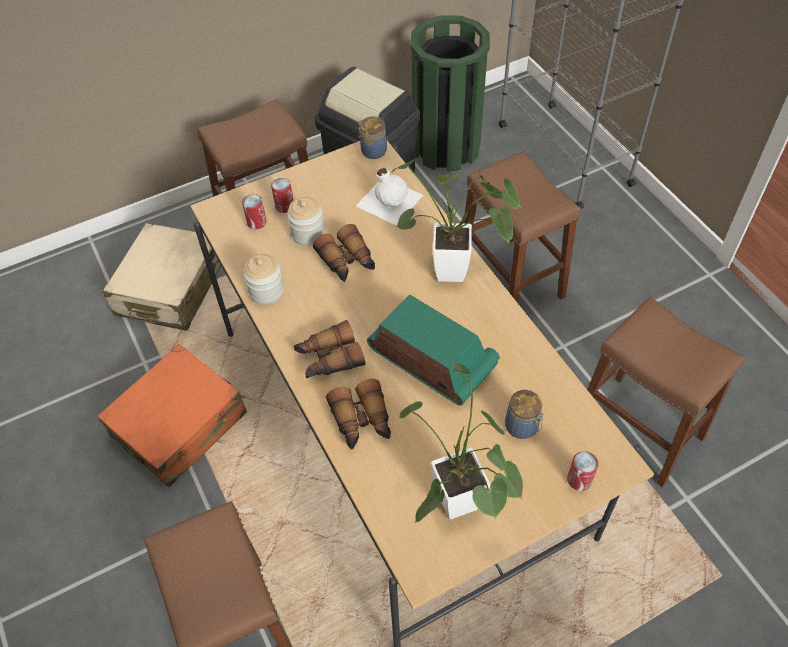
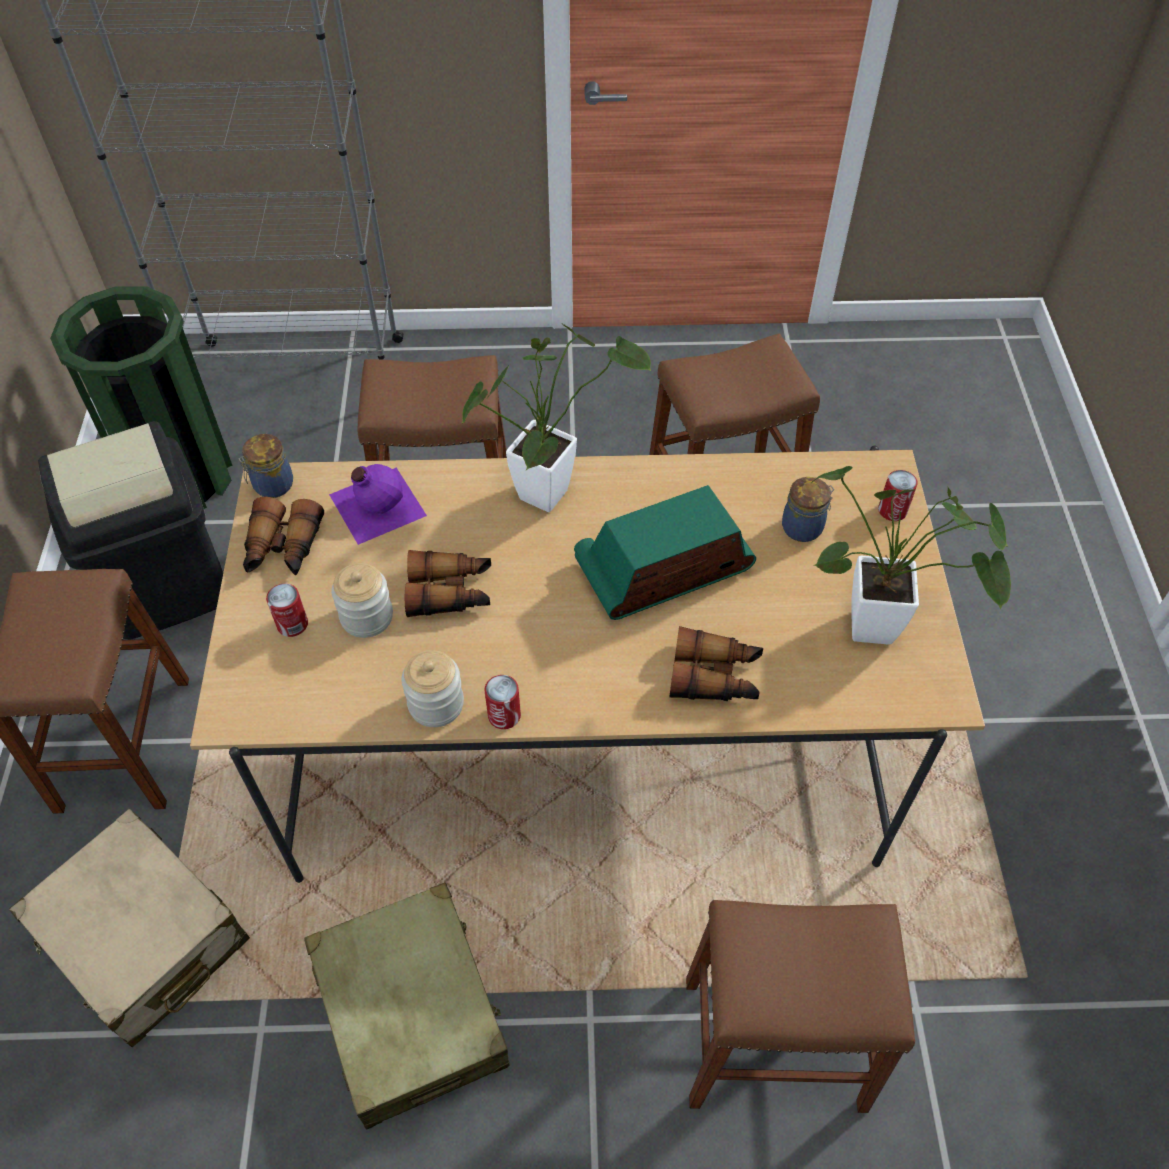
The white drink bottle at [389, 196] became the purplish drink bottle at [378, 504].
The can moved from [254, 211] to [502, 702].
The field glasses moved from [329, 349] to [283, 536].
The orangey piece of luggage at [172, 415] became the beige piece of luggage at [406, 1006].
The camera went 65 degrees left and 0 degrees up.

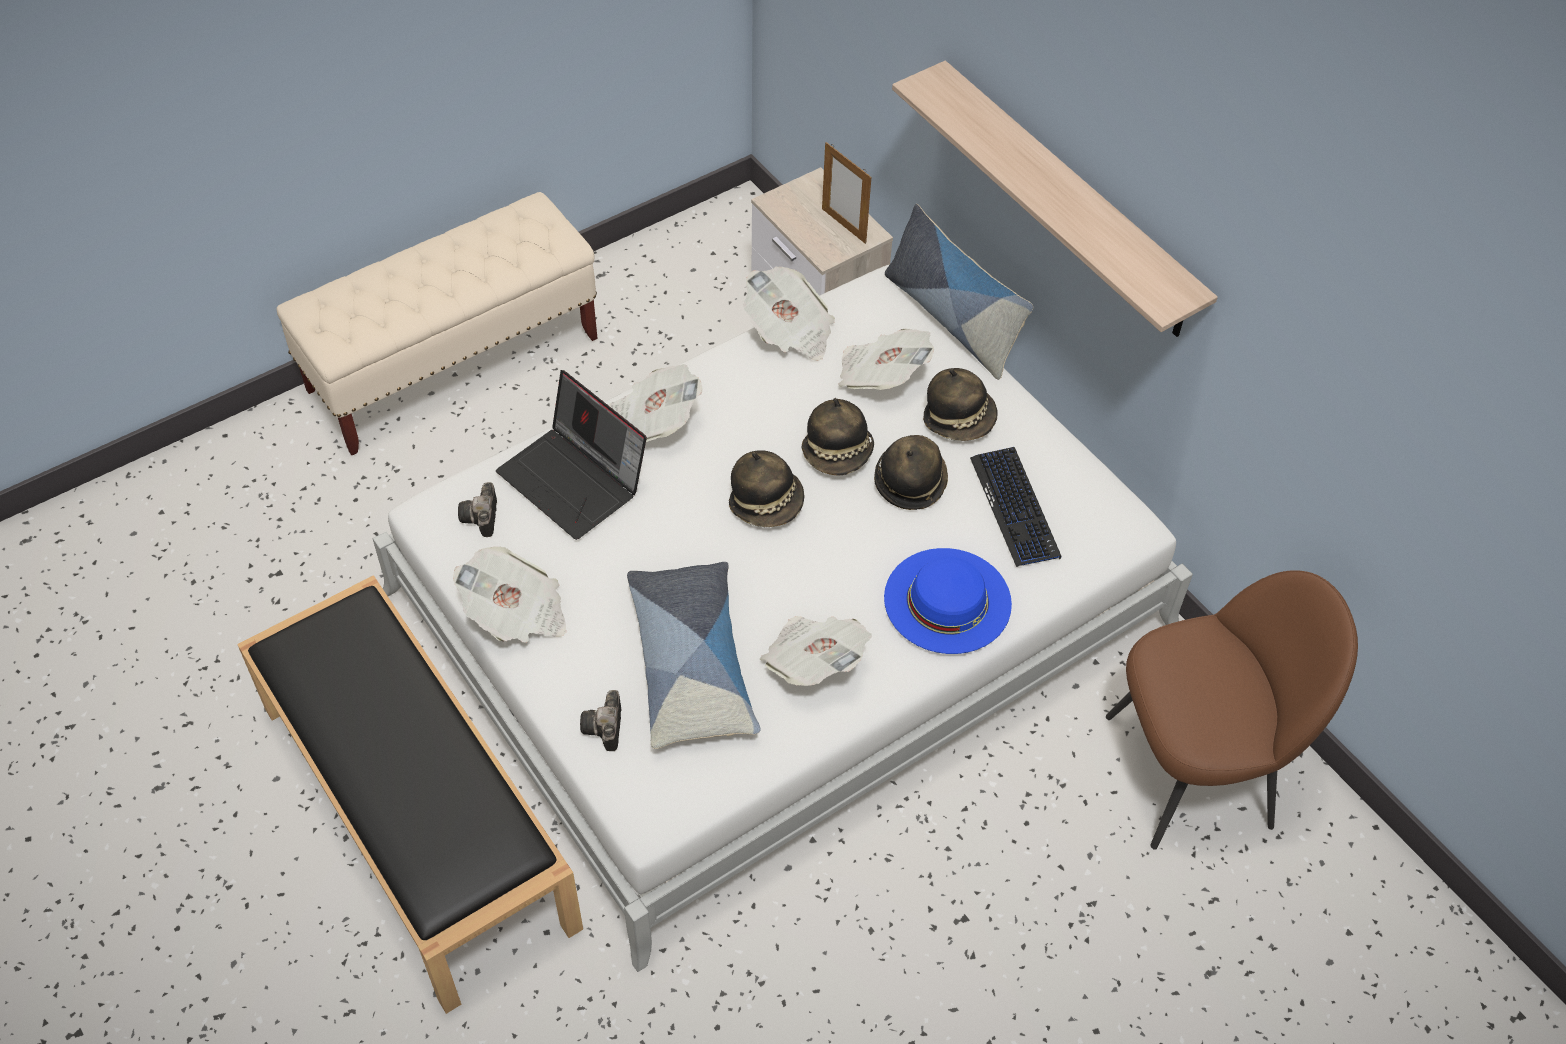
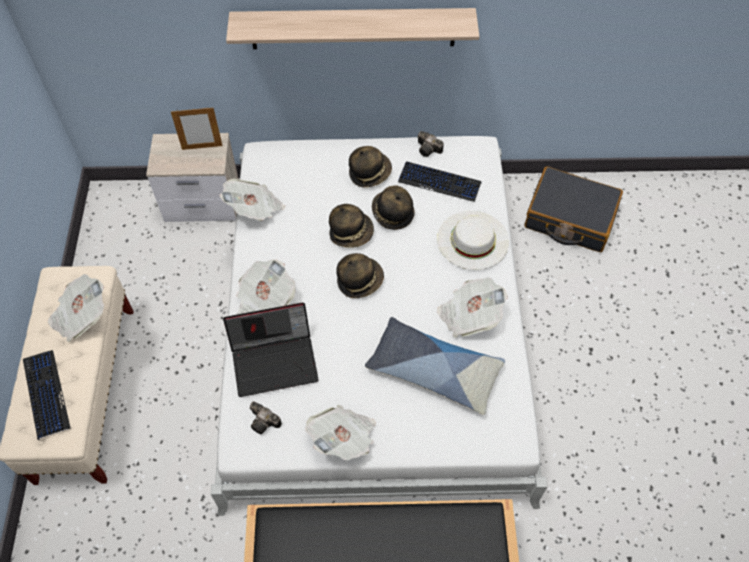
The pillow at [959, 292] disappeared.
The printed paper moved from [886, 359] to [76, 308].
The bluish hat at [948, 601] became the white hat at [473, 240].
The brown-coloured upright chair at [1232, 710] was replaced by the blackish piece of luggage at [573, 209].
The photo camera moved from [601, 720] to [431, 144].
The PC keyboard at [47, 395] appeared.
The camera went 55 degrees left and 5 degrees up.

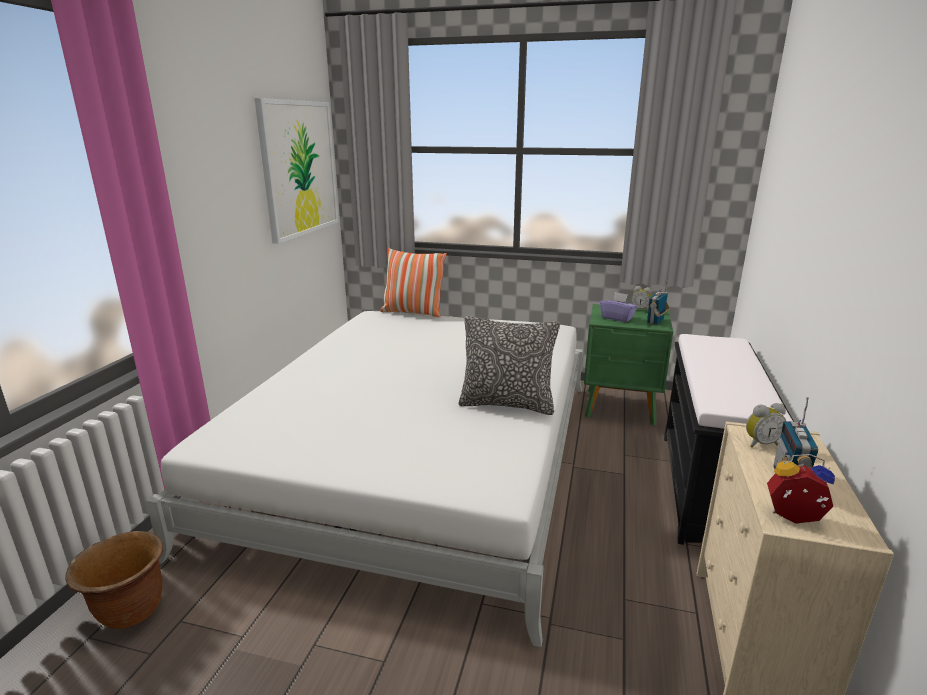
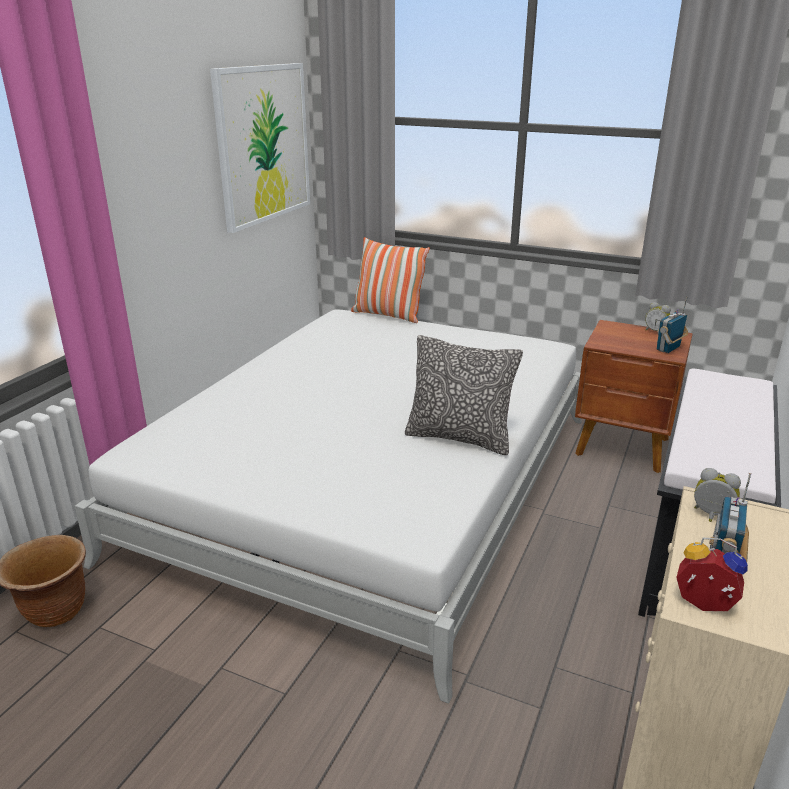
The purplish tissue holder at [618, 307] disappeared.
The green-coloured bedside table at [628, 364] became the brown-coloured bedside table at [634, 396].
The bedside clock at [766, 425] turned 150 degrees counterclockwise.
The camera went 10 degrees right and 5 degrees up.

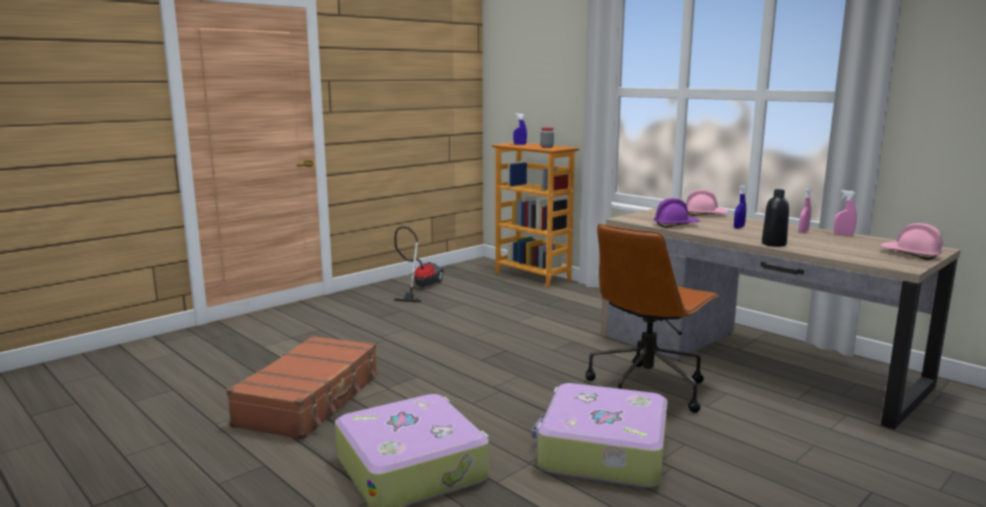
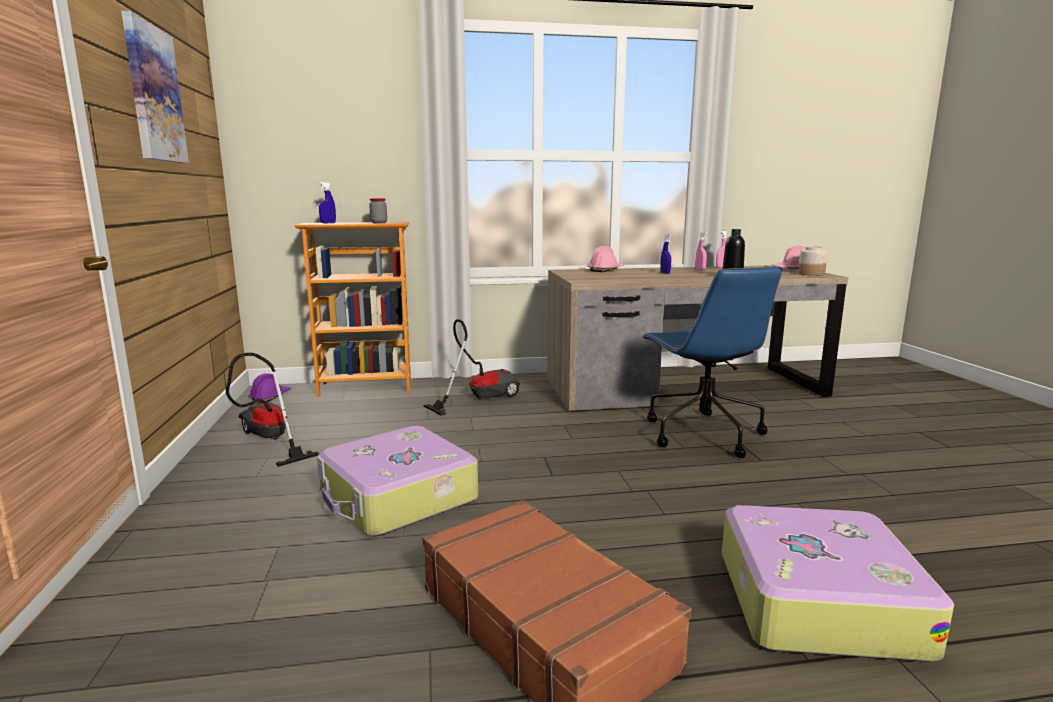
The purplish work helmet moved from [676, 213] to [269, 387].
The brown-coloured computer chair at [652, 318] became the bluish computer chair at [711, 362].
The piece of luggage moved from [600, 435] to [397, 481].
The wall picture at [155, 87] appeared.
The jar at [813, 261] appeared.
The hoover at [472, 367] appeared.
The camera went 55 degrees left and 0 degrees up.

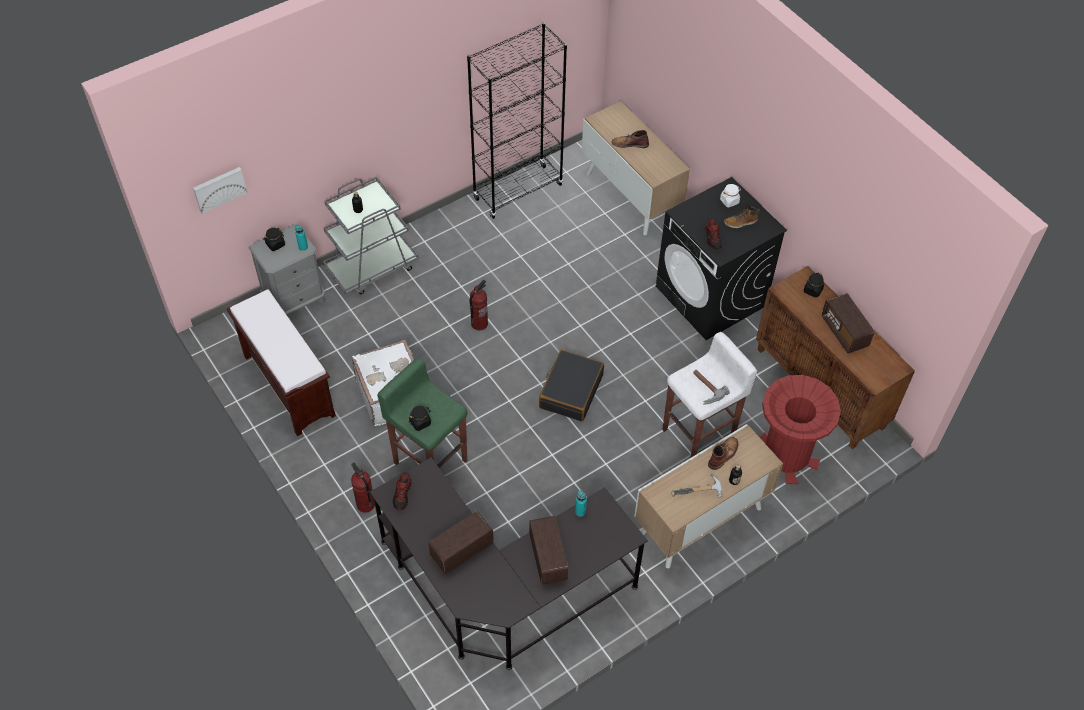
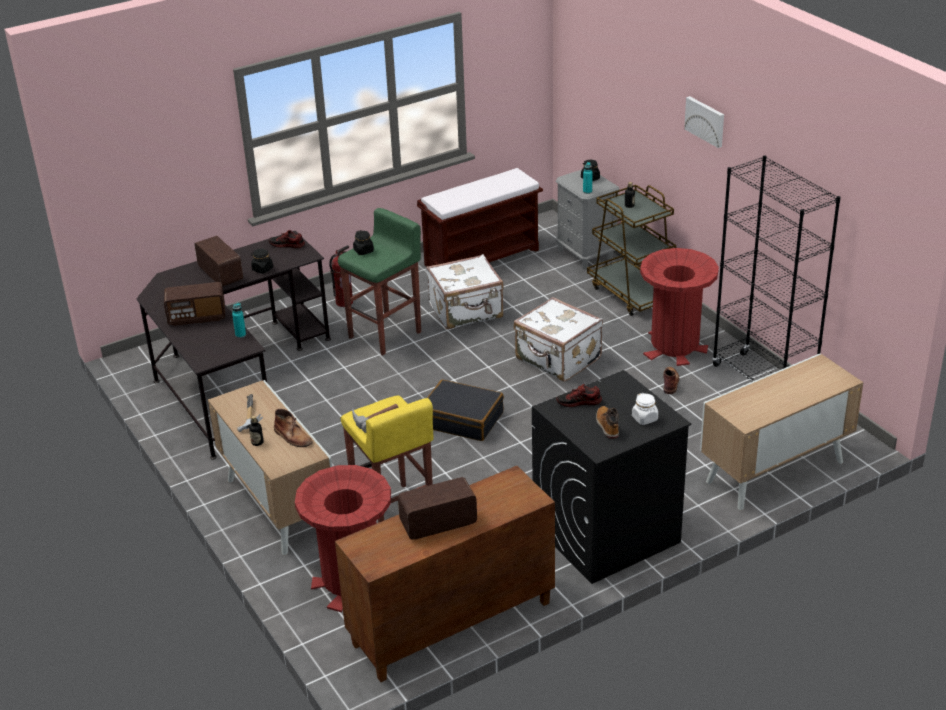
The brown-coloured high-top boot moved from [630, 139] to [671, 380].
The wall picture moved from [220, 190] to [704, 122].
The grey trolley at [370, 235] became the brown-coloured trolley at [631, 250].
The blackish jar moved from [814, 285] to [262, 261].
The extinguisher at [479, 305] was replaced by the white piece of luggage at [558, 339].
The white sitting stool at [709, 395] became the yellowish sitting stool at [387, 459].
The red-coloured waste bin at [679, 307] appeared.
The camera went 95 degrees right and 20 degrees down.

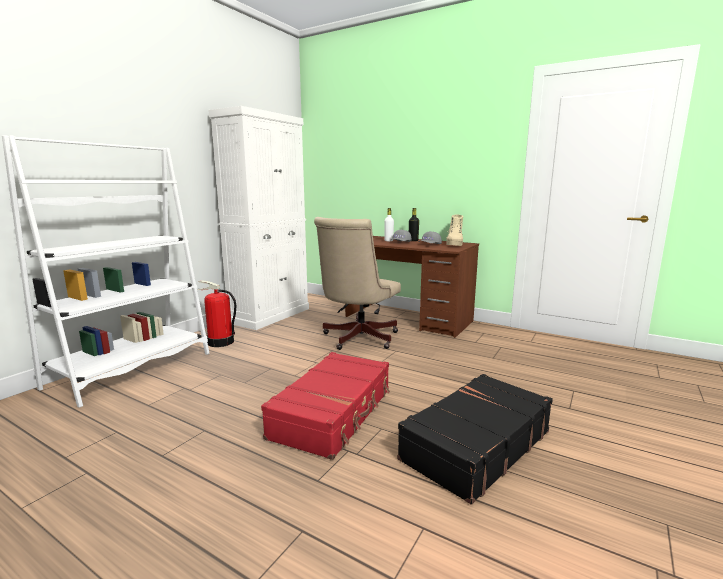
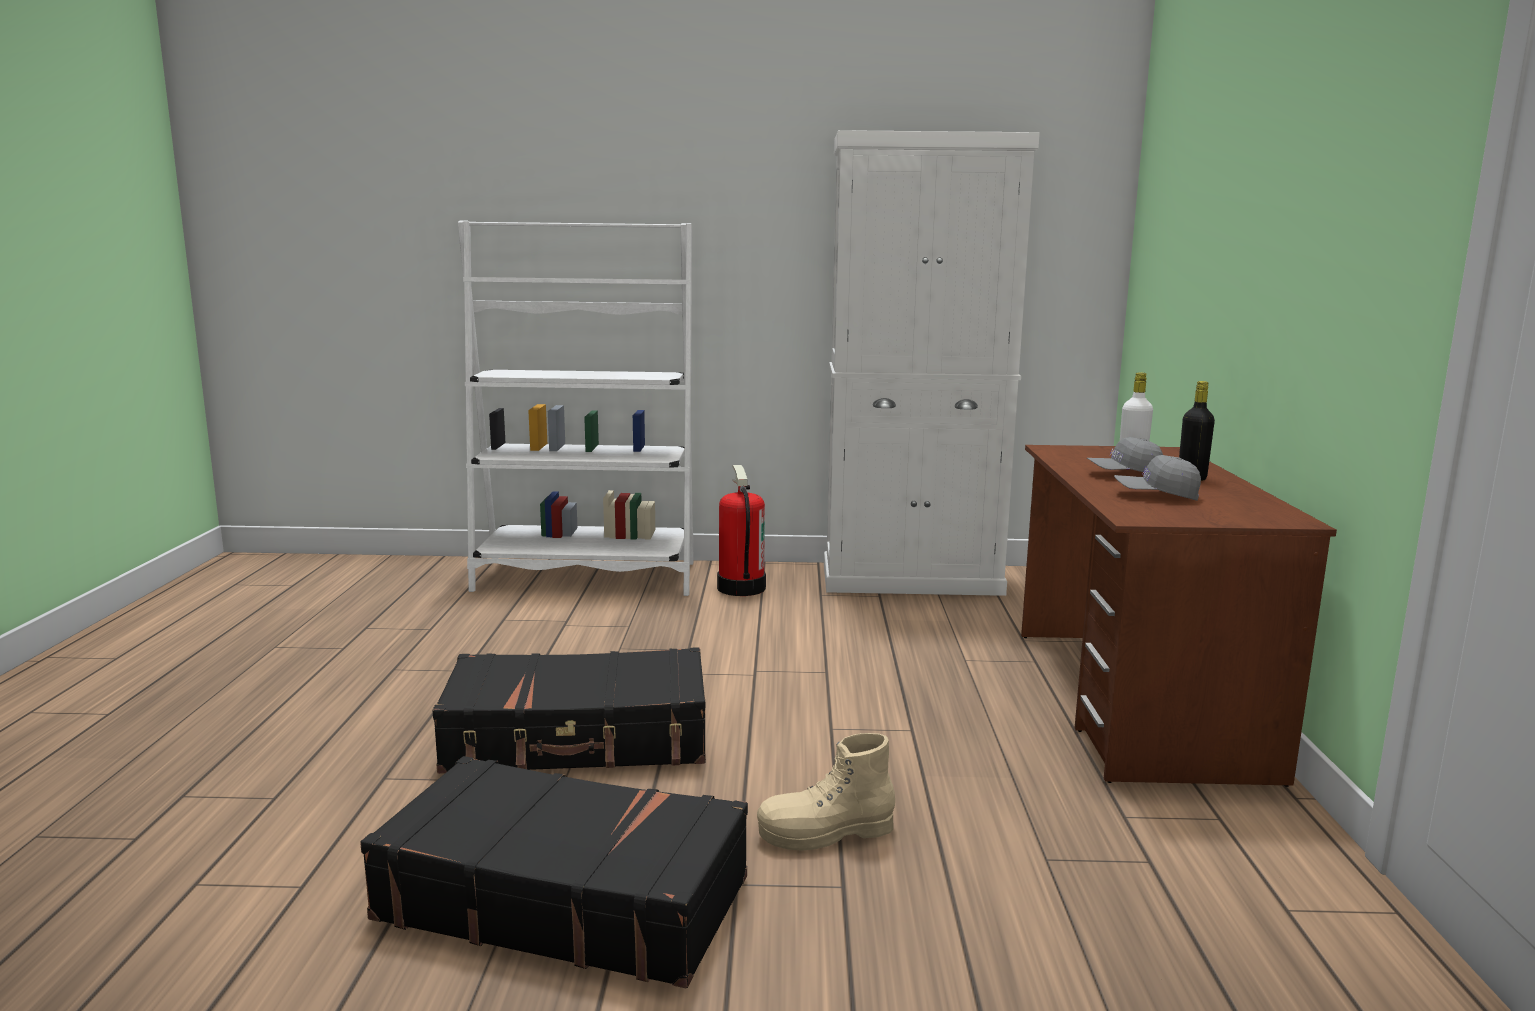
The beige high-top boot moved from [454, 230] to [826, 792].
The beige computer chair at [357, 283] disappeared.
The red-coloured piece of luggage at [325, 406] became the blackish piece of luggage at [569, 710].
The camera went 60 degrees right and 0 degrees up.

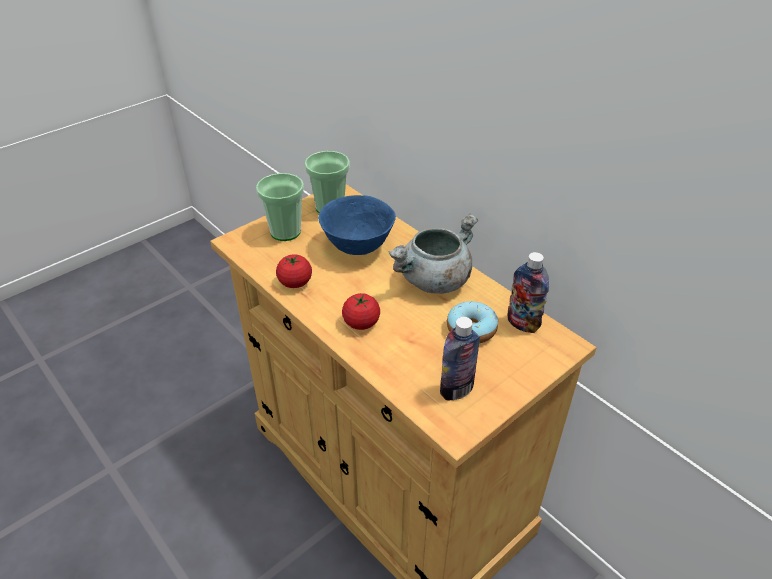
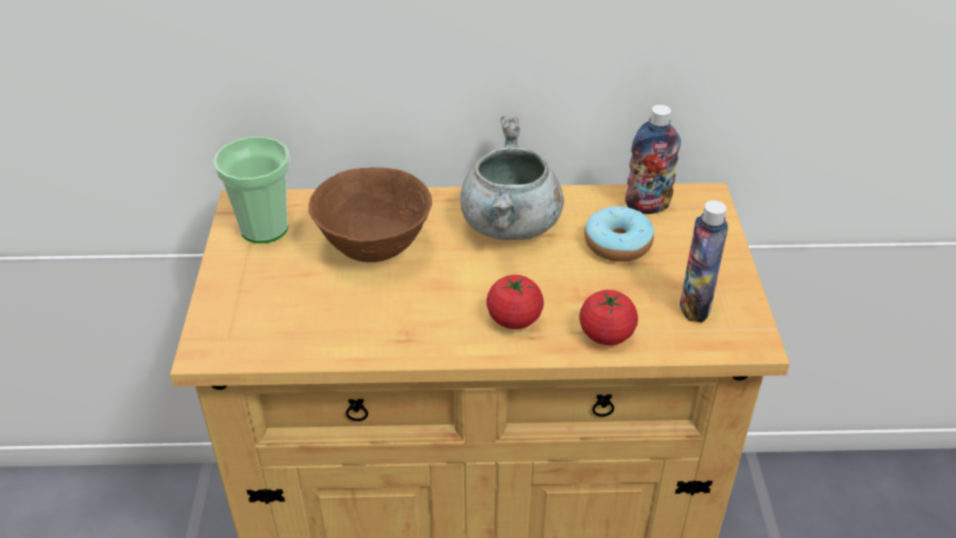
The drinking cup at [280, 207] disappeared.
The bluish bowl at [357, 225] became the brown-coloured bowl at [370, 214].
The fresh tomato moved from [294, 271] to [608, 317].
The camera went 50 degrees left and 0 degrees up.

